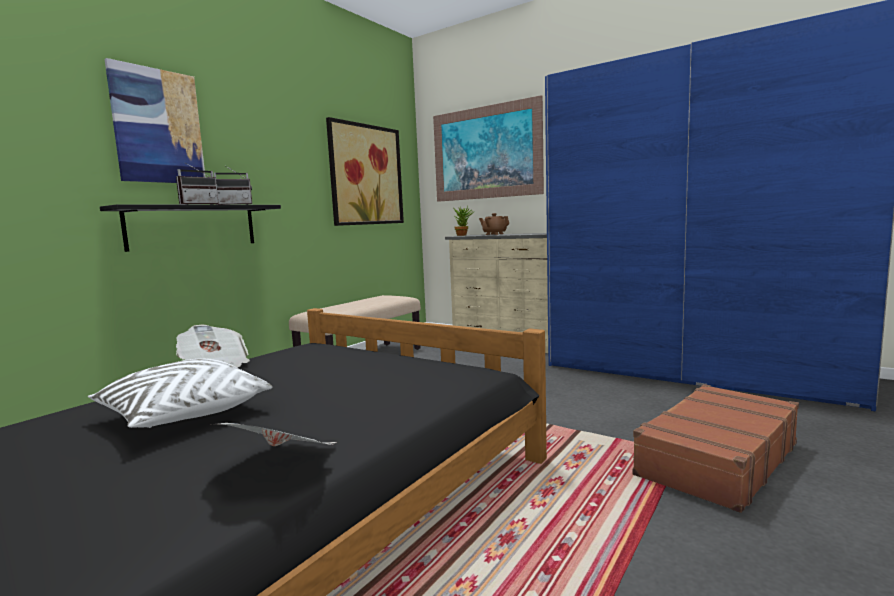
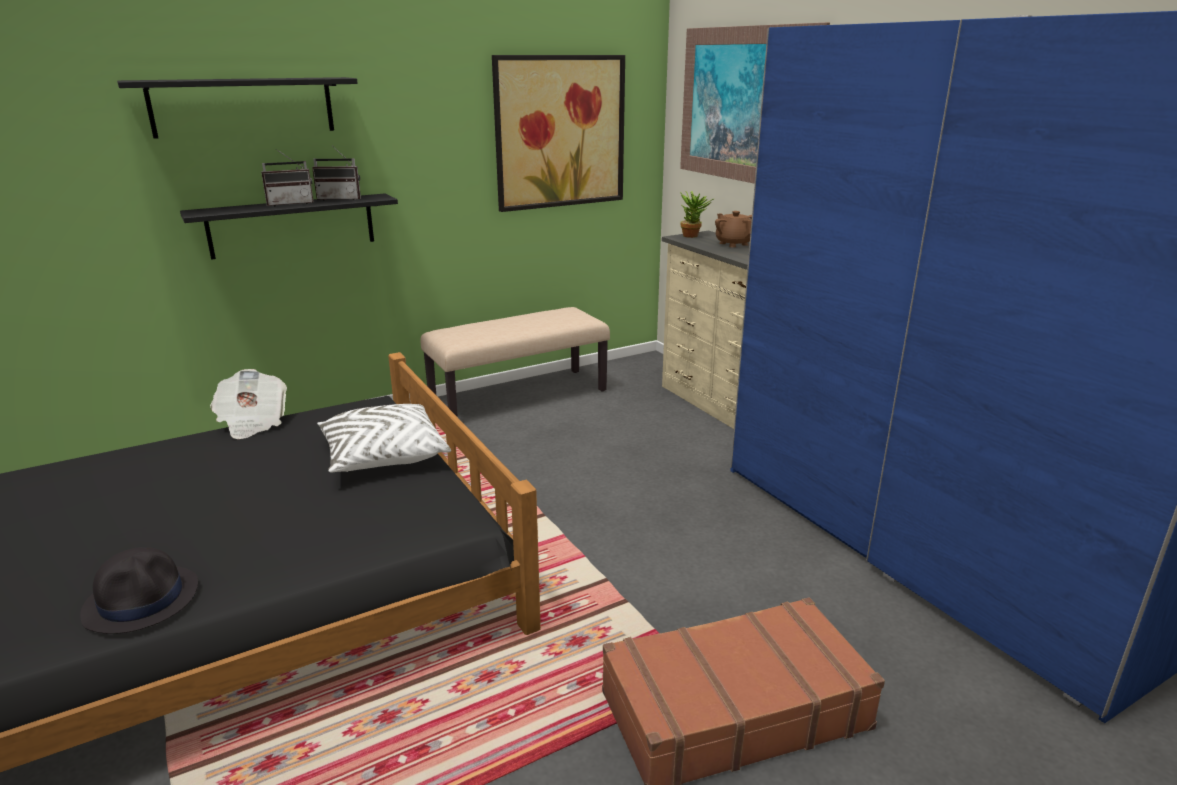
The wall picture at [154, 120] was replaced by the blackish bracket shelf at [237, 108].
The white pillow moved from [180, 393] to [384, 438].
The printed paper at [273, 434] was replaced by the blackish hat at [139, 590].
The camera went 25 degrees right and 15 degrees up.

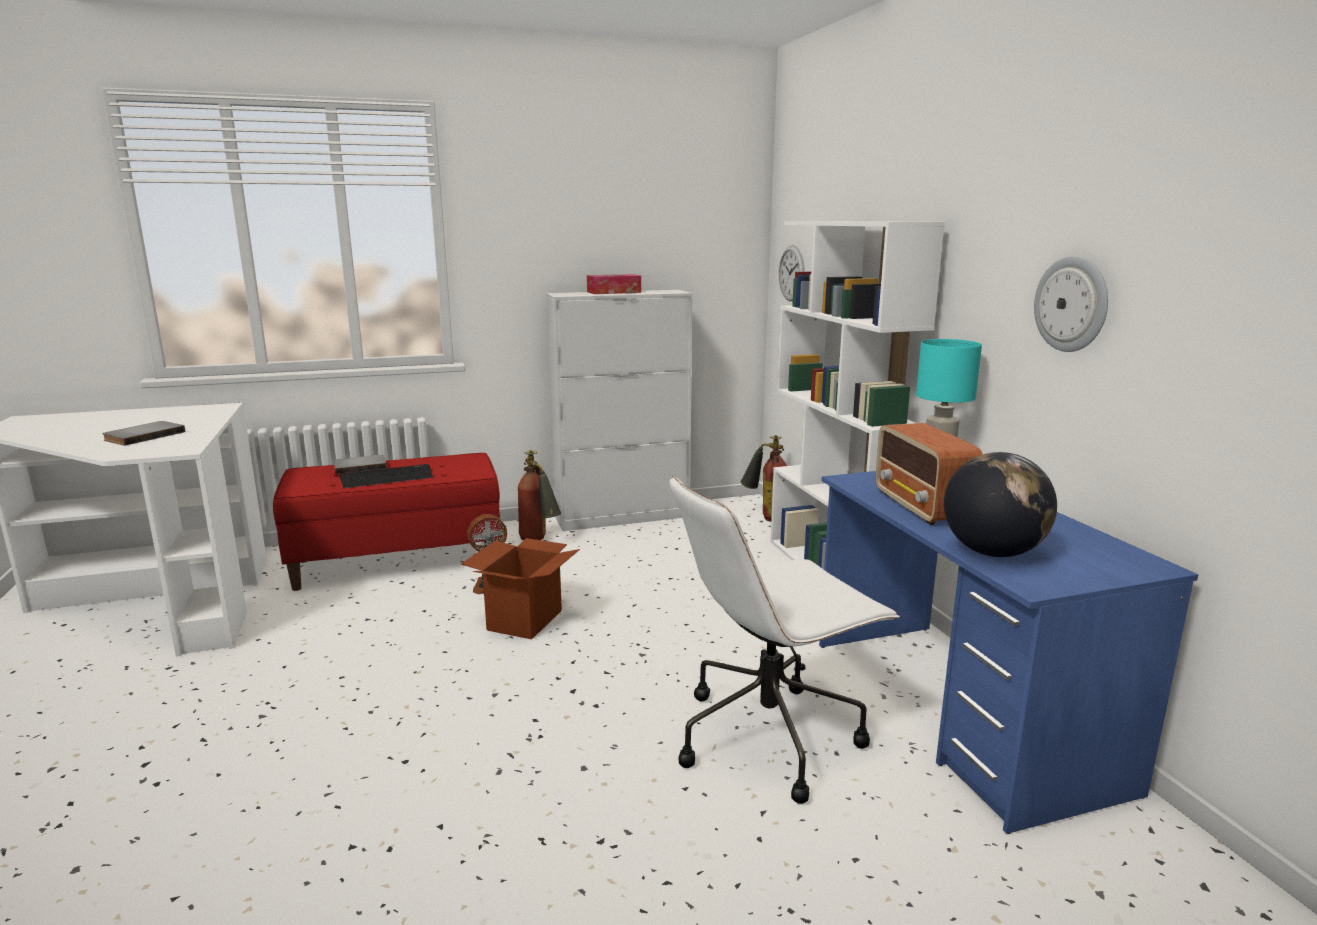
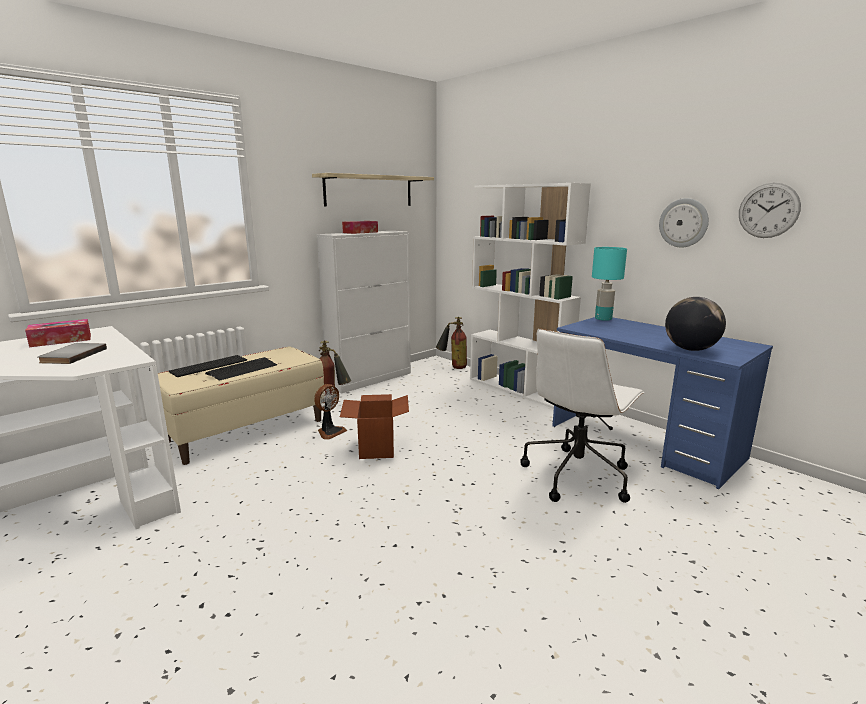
The hanging clock moved from [792, 273] to [770, 210].
The radio set at [929, 474] disappeared.
The red-coloured bench at [387, 522] became the beige bench at [241, 405].
The grey bound book at [360, 464] was replaced by the PC keyboard at [208, 366].
The bracket shelf at [373, 189] appeared.
The tissue holder at [58, 333] appeared.
The camera went 25 degrees left and 0 degrees up.

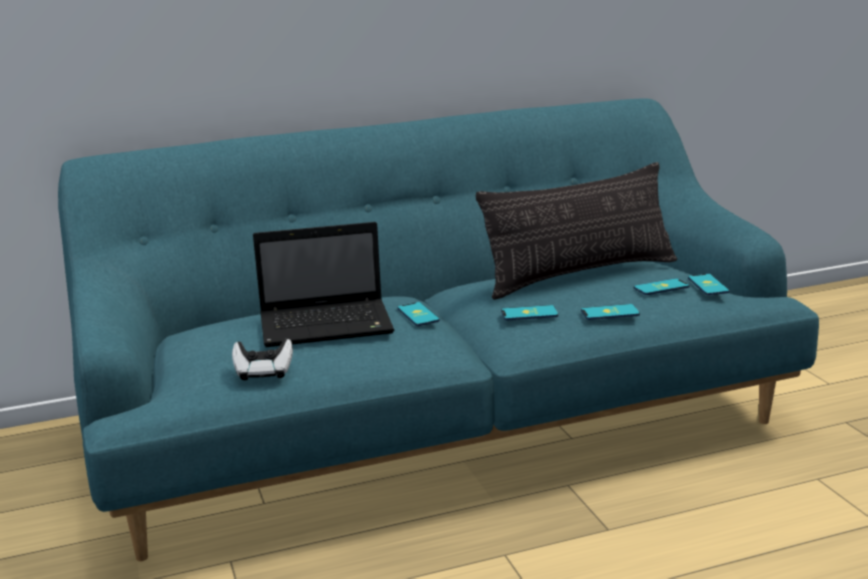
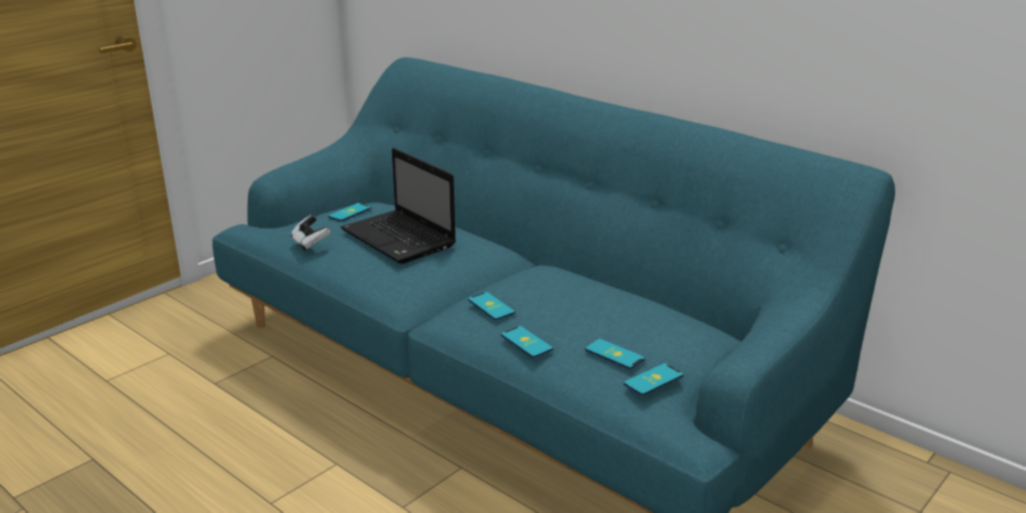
The pillow at [576, 231] disappeared.
The handset moved from [419, 314] to [349, 212].
The camera went 60 degrees right and 5 degrees up.

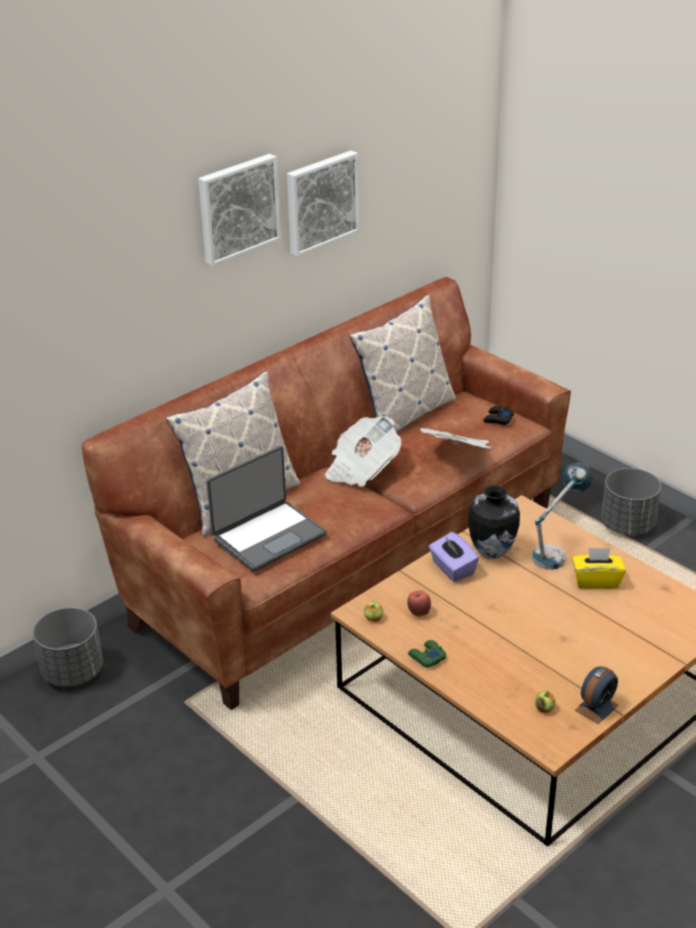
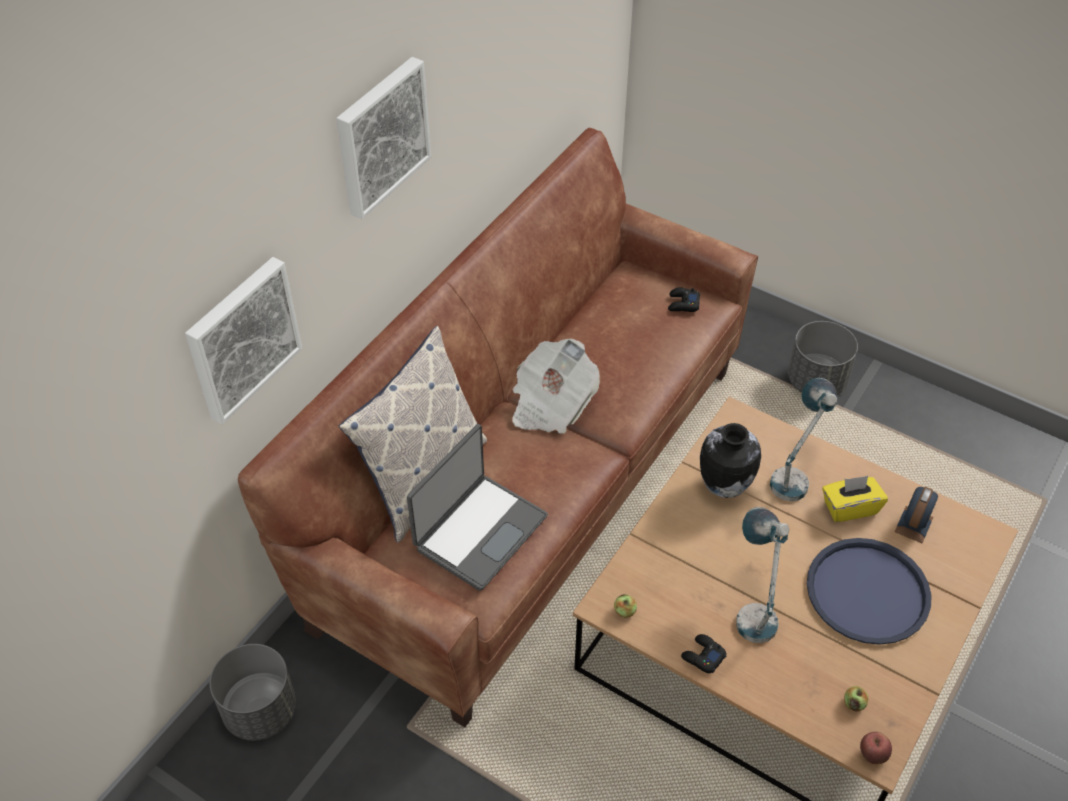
The wall picture moved from [323, 204] to [243, 340].
The pillow at [402, 363] disappeared.
The printed paper at [456, 438] disappeared.
The purplish tissue holder at [454, 557] disappeared.
The apple moved from [419, 603] to [876, 748].
The green-coloured joypad at [427, 654] became the blackish joypad at [704, 653].
The bedside clock moved from [597, 695] to [916, 515].
The tabletop lamp at [762, 575] appeared.
The bluish serving tray at [869, 591] appeared.
The camera went 15 degrees left and 15 degrees up.

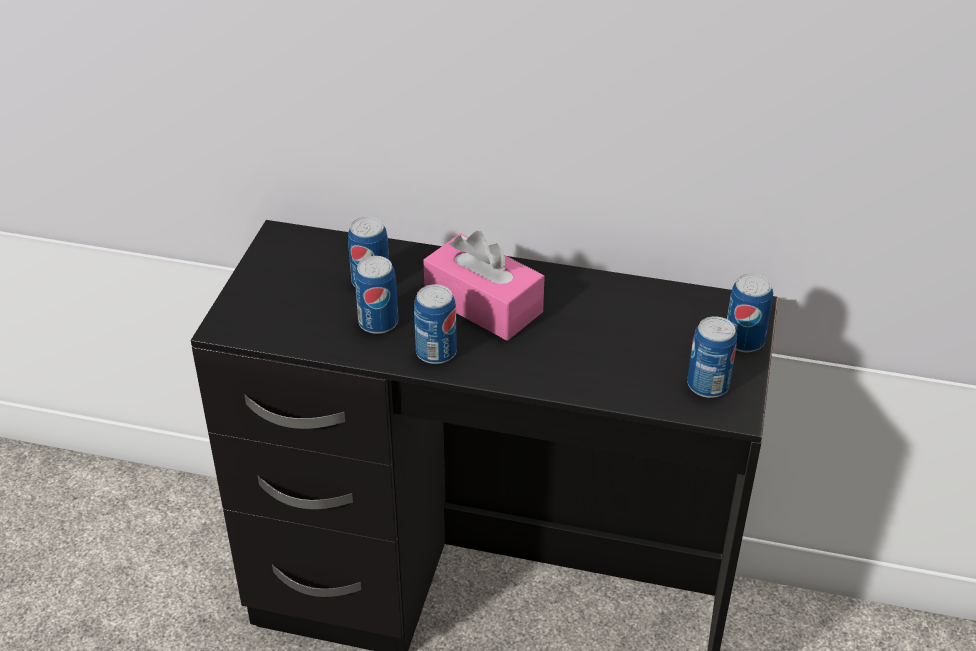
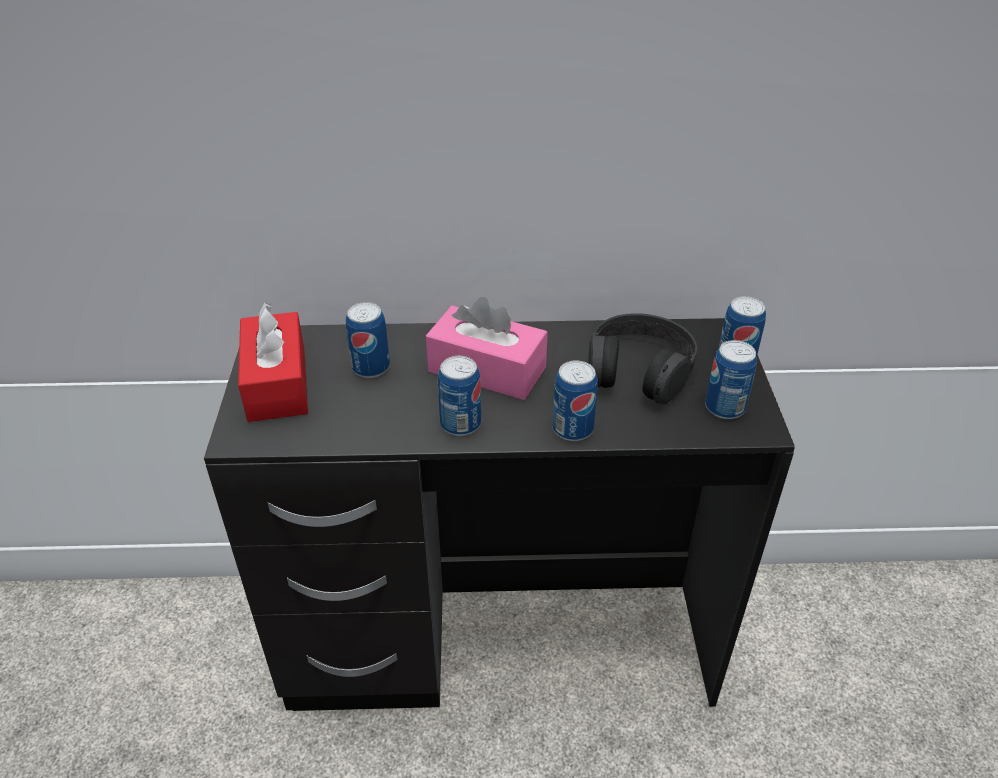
The can moved from [376, 295] to [575, 400].
The red-coloured tissue holder at [273, 362] appeared.
The blackish headphones at [642, 359] appeared.
The camera went 15 degrees left and 0 degrees up.

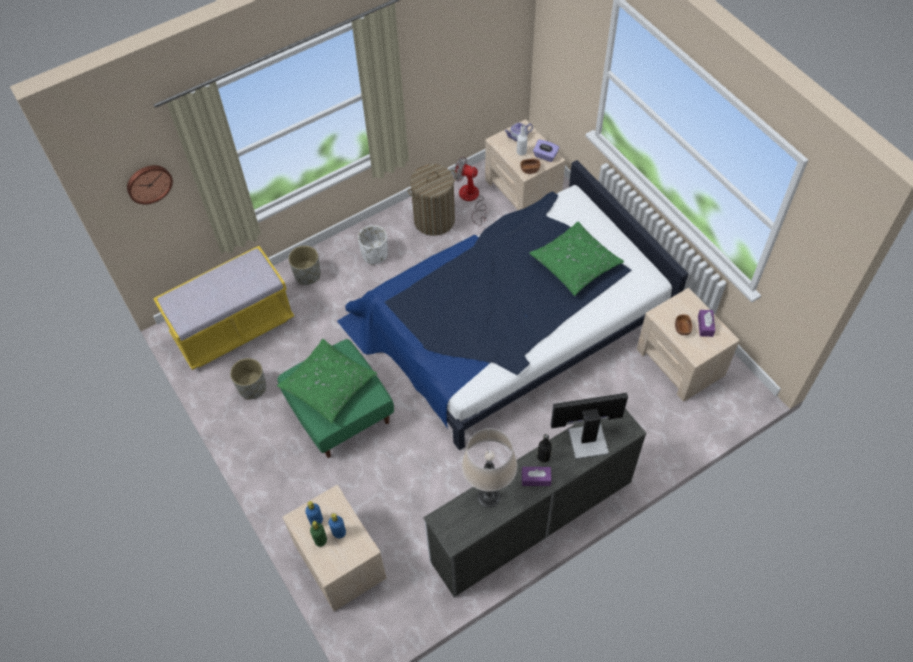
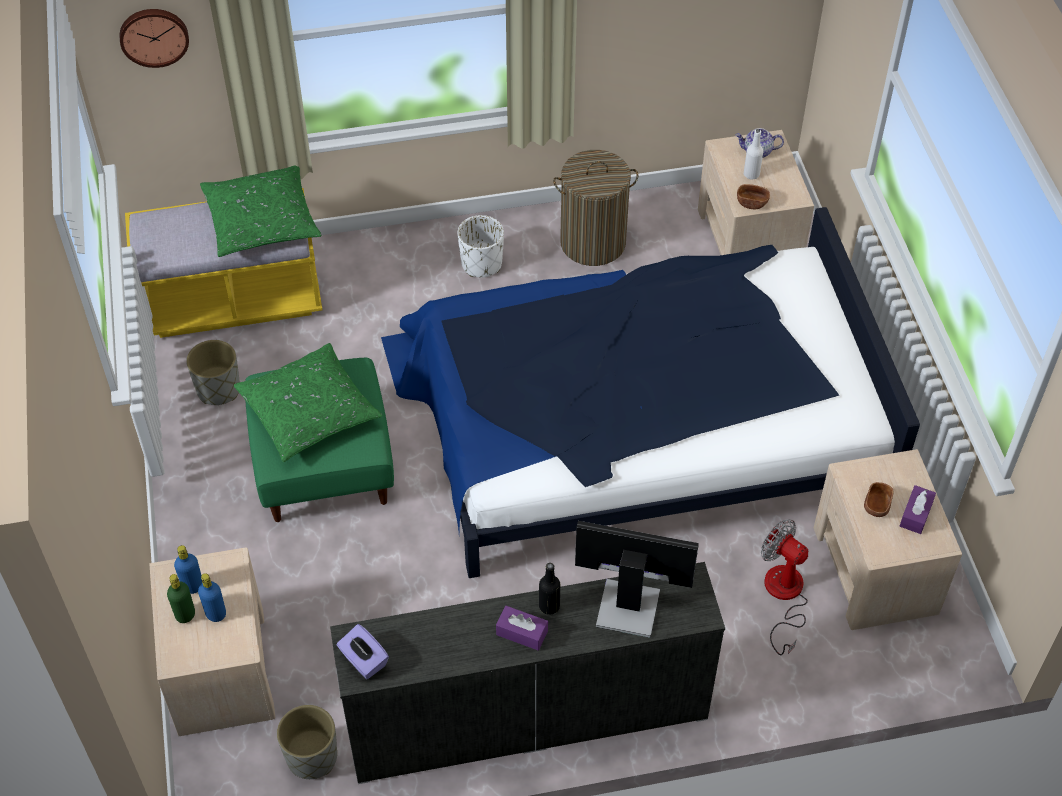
The purplish tissue holder moved from [546, 151] to [363, 651].
The cooling fan moved from [470, 191] to [784, 587].
The green-coloured pillow moved from [576, 259] to [261, 211].
The grey planter moved from [304, 265] to [307, 742].
The beige tabletop lamp at [489, 468] disappeared.
The camera went 20 degrees right and 5 degrees down.

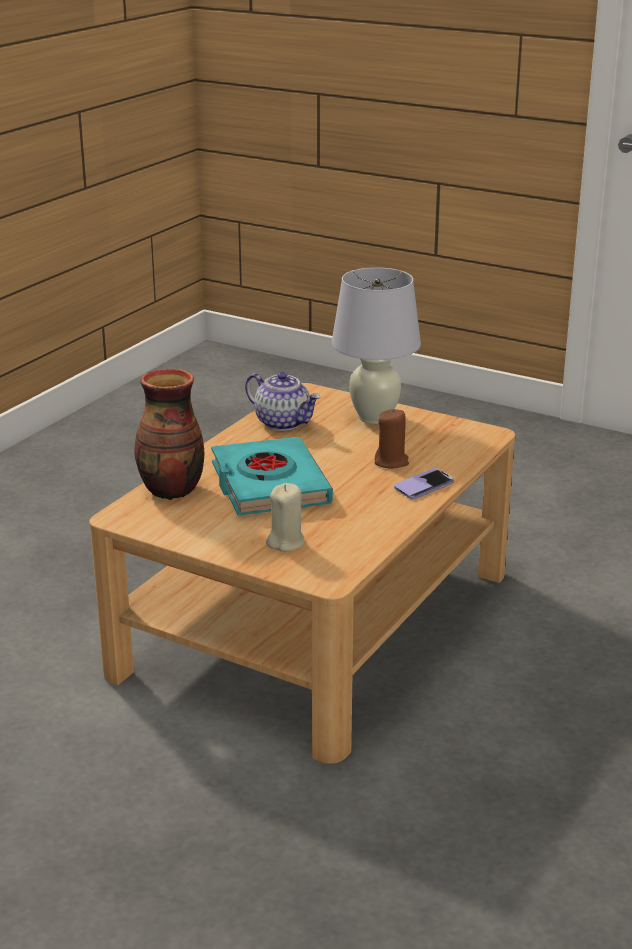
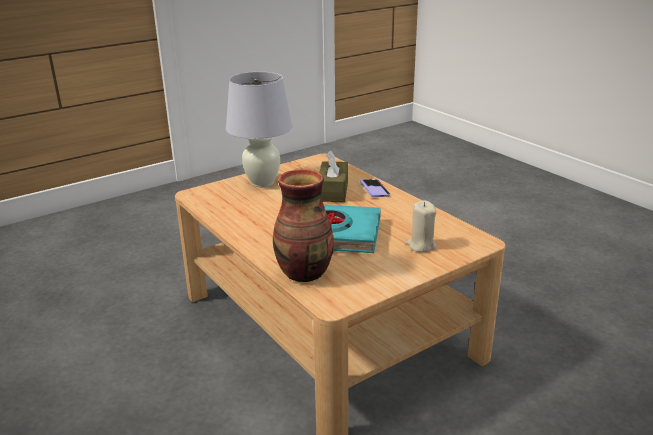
The tea pot at [283, 401] disappeared.
The brown-coloured candle at [392, 439] was replaced by the brown-coloured tissue holder at [333, 176].
The camera went 65 degrees left and 0 degrees up.

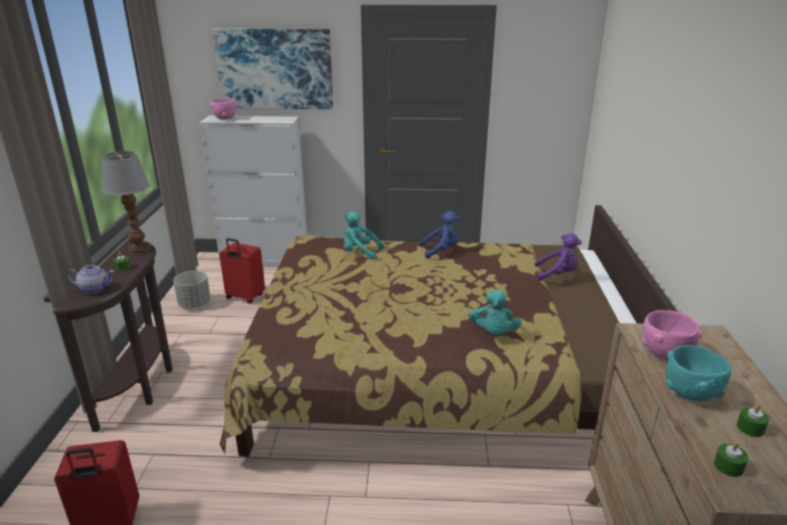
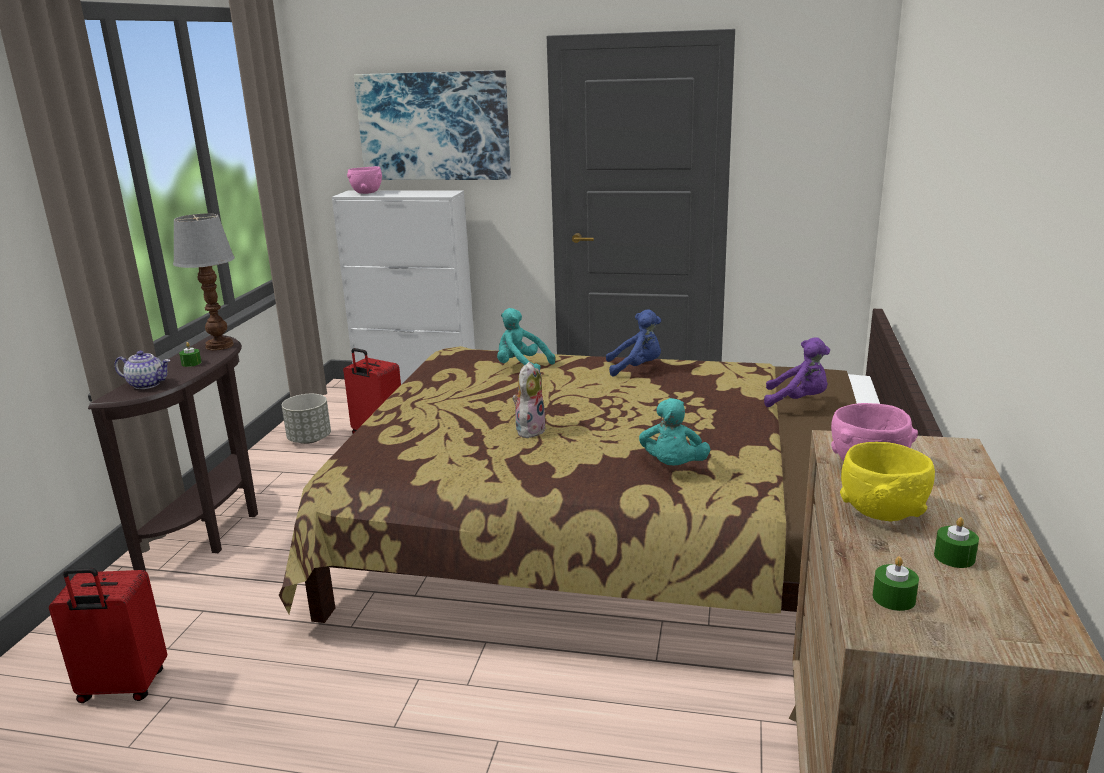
The turquoise-coloured bowl at [698, 373] became the yellowish bowl at [887, 481].
The soft toy at [529, 400] appeared.
The camera went 10 degrees right and 5 degrees down.

